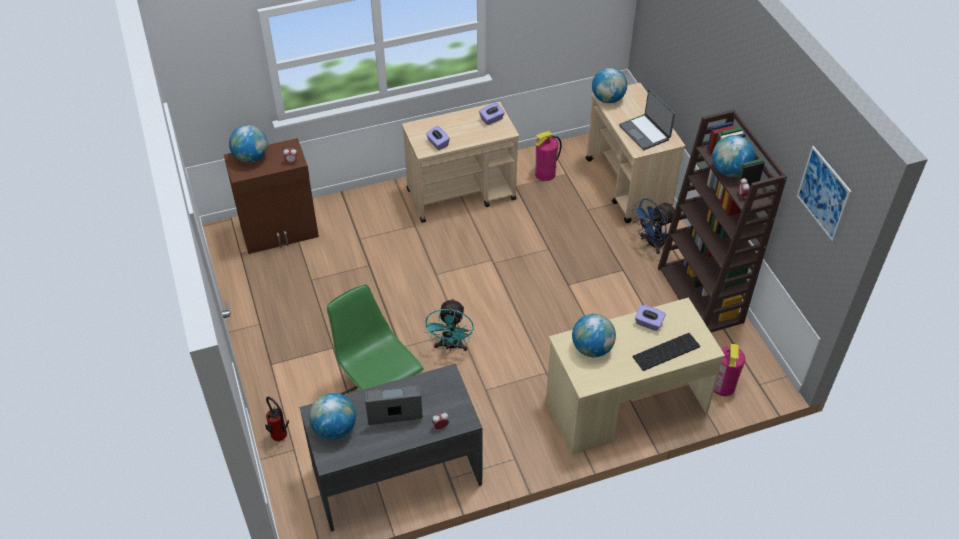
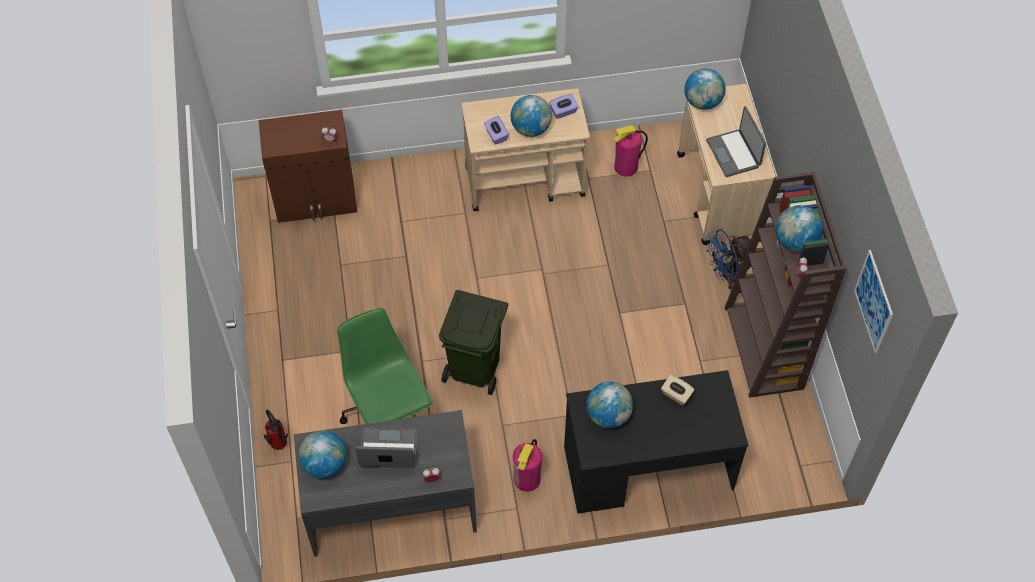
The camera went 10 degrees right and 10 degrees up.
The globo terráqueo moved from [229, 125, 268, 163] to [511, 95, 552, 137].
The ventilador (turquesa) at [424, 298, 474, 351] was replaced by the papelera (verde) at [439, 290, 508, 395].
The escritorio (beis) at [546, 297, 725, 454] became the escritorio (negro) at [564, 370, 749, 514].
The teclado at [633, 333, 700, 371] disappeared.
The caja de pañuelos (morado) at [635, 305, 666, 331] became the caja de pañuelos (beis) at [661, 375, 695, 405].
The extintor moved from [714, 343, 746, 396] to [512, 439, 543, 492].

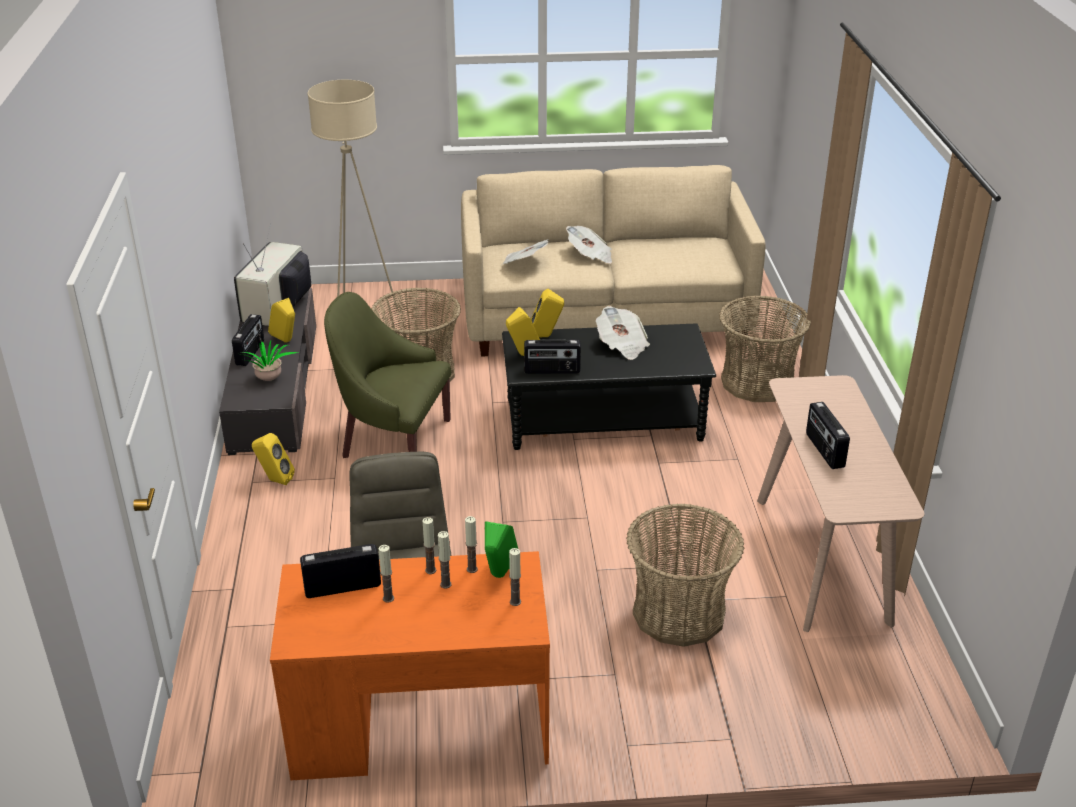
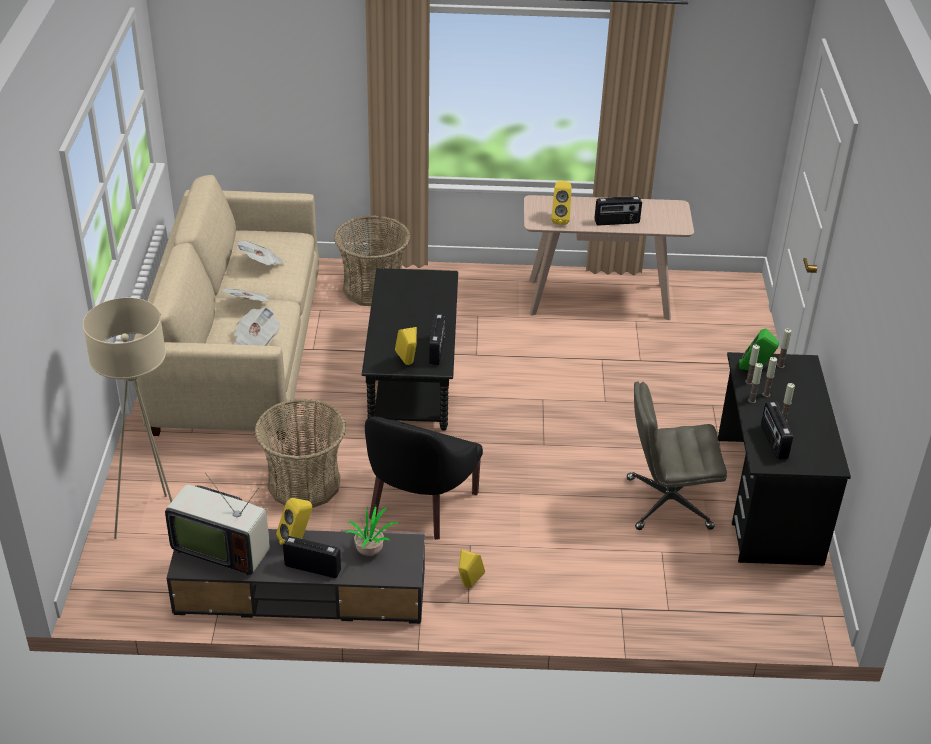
The camera went 85 degrees left and 5 degrees up.
The escritorio (naranja) at [270, 551, 550, 780] became the escritorio (negro) at [718, 352, 851, 566].
The sillón (verde) at [324, 292, 451, 458] became the sillón (negro) at [365, 417, 483, 540].
The altavoz (amarillo) moved from [531, 289, 564, 337] to [551, 181, 572, 225].
The periódico moved from [596, 306, 650, 360] to [236, 240, 286, 266].
The cesta at [626, 503, 744, 647] disappeared.

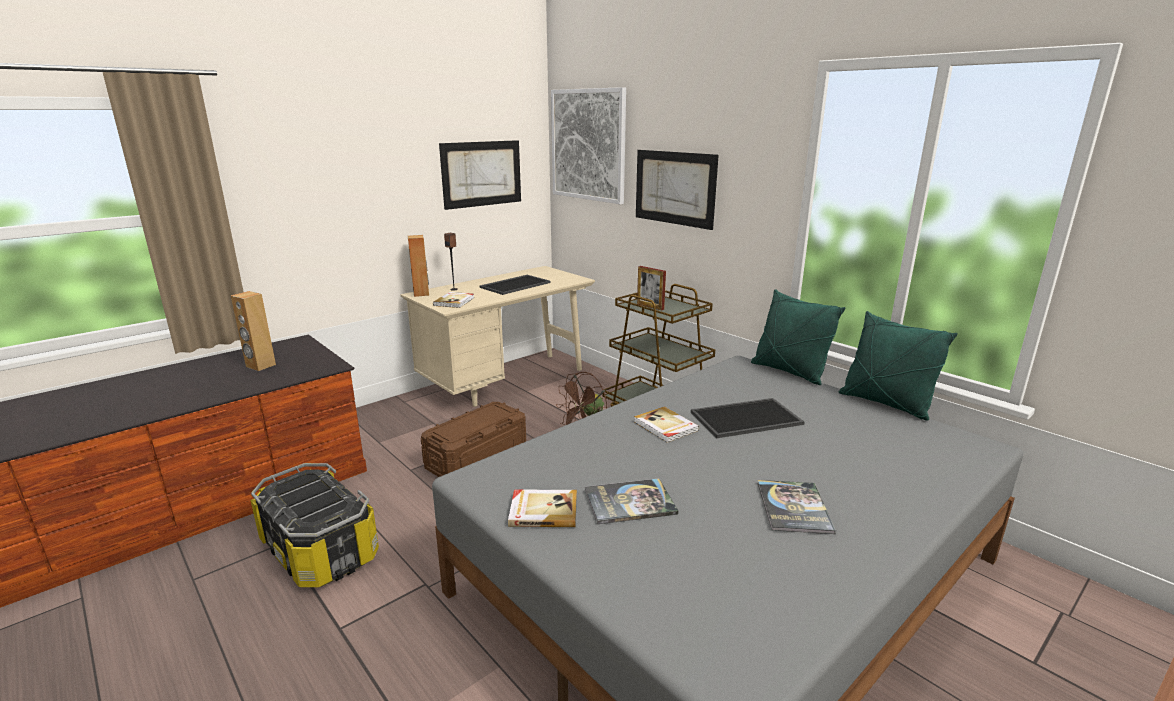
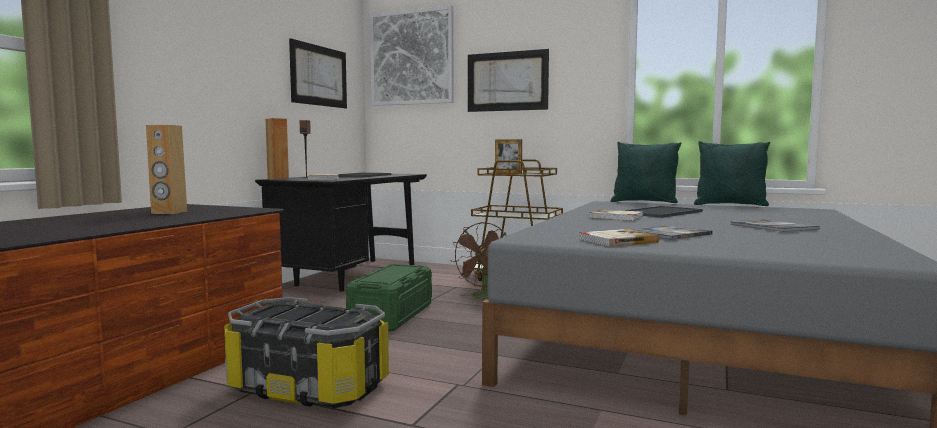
The camera went 25 degrees left and 15 degrees down.
The escritorio (beis) at [400, 266, 595, 407] became the escritorio (negro) at [255, 174, 427, 292].
The caja de almacenaje (marrón) at [421, 402, 526, 477] became the caja de almacenaje (verde) at [346, 264, 432, 331].

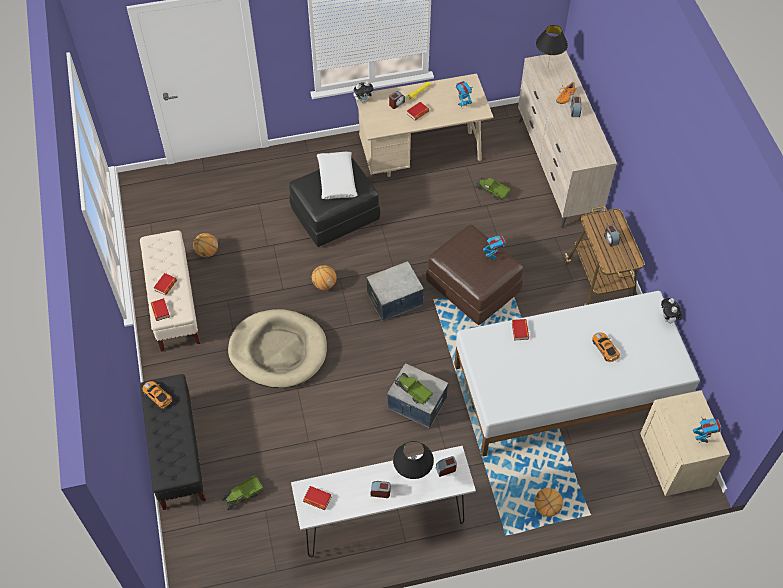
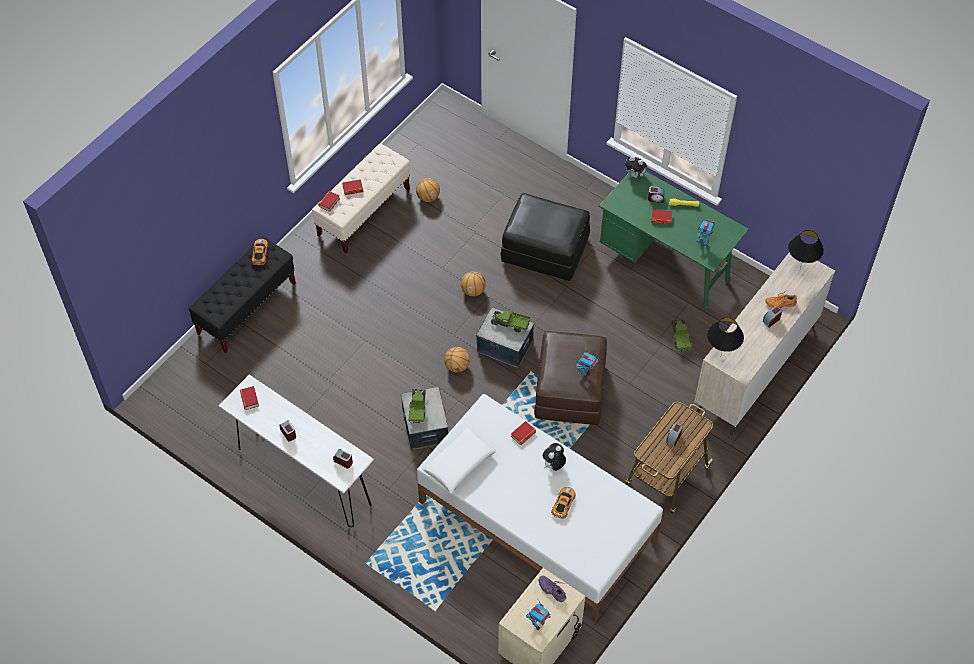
The camera went 50 degrees right and 0 degrees up.
The camión de juguete moved from [221, 475, 263, 510] to [491, 311, 530, 333].
The cama para perro (beis) at [228, 309, 327, 388] disappeared.
The cojín (blanco) moved from [317, 152, 358, 199] to [422, 427, 496, 494].
The escritorio (beis) at [355, 74, 494, 177] became the escritorio (verde) at [599, 171, 749, 309].
The lámpara de mesa (negro) moved from [393, 441, 434, 479] to [707, 317, 744, 355].
The balón de baloncesto moved from [534, 488, 563, 517] to [444, 347, 470, 372].
The peluche moved from [661, 298, 682, 326] to [543, 443, 566, 471].
The zapato (morado) at [539, 576, 566, 602] appeared.

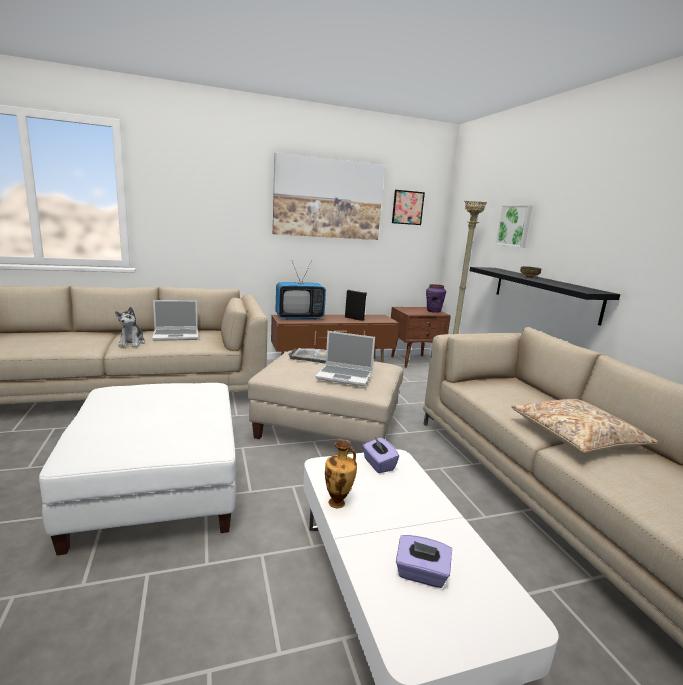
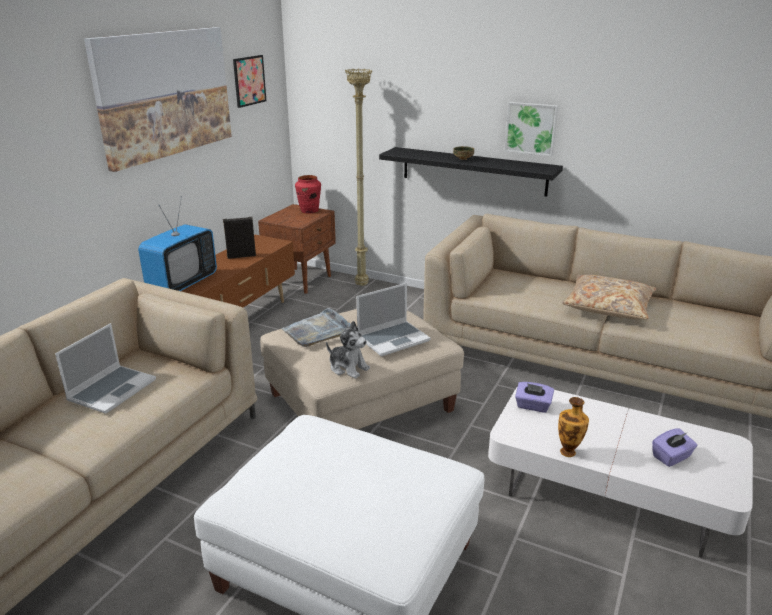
The camera went 45 degrees left and 10 degrees up.
The peluche moved from [115, 307, 145, 347] to [326, 321, 370, 379].
The florero (morado) at [426, 284, 446, 313] became the florero (rojo) at [295, 175, 321, 214].
The cuadro moved from [496, 205, 532, 248] to [505, 102, 559, 156].

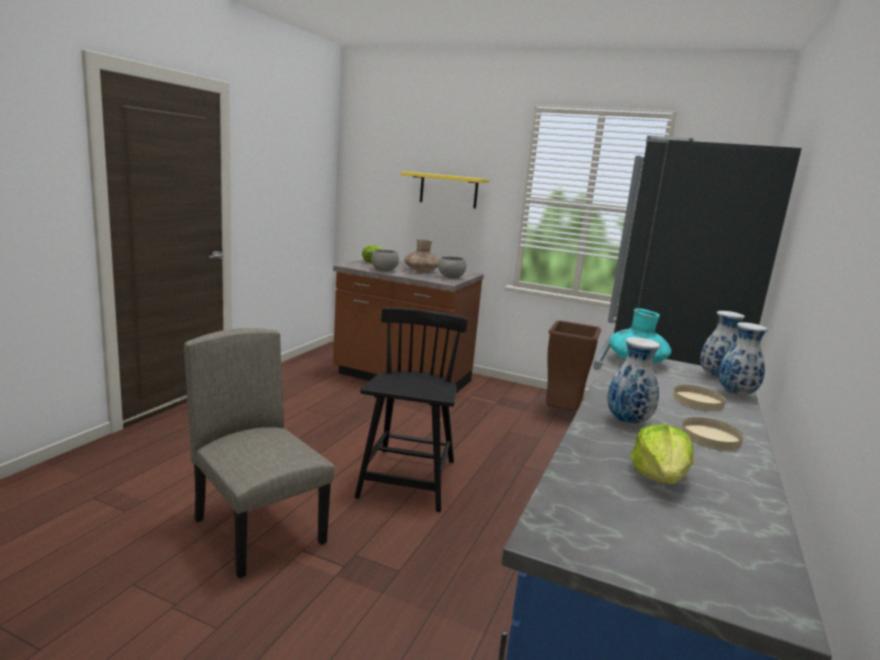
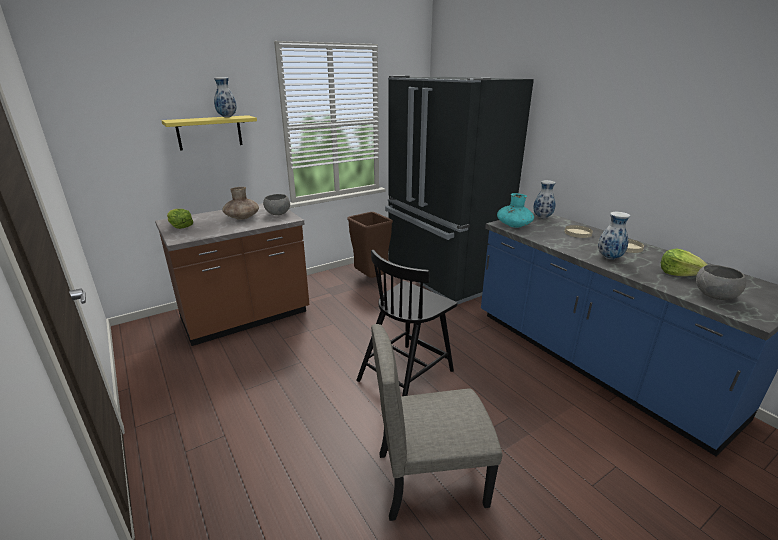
The camera went 55 degrees left and 10 degrees up.
The silla (negro) at [355, 308, 468, 512] turned 90 degrees counterclockwise.
The cuenco (gris) moved from [371, 249, 399, 271] to [696, 265, 746, 300].
The florero moved from [719, 322, 768, 396] to [214, 77, 237, 117].

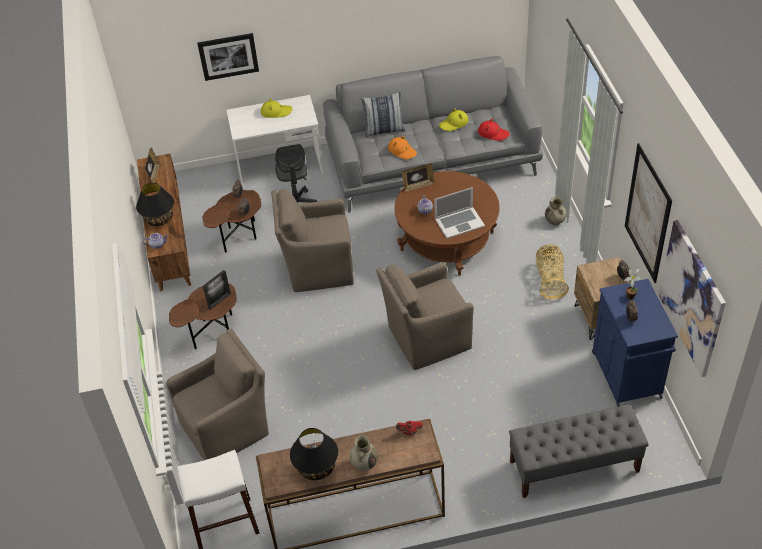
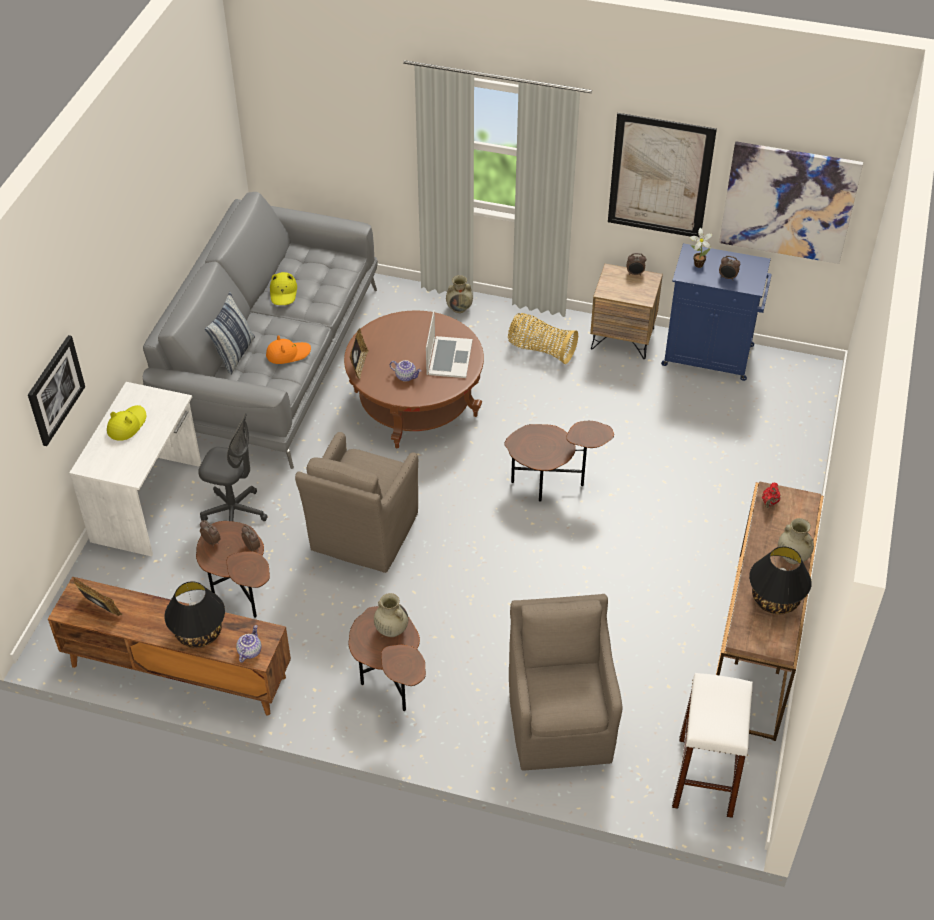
The camera went 65 degrees left and 0 degrees up.
The portarretratos at [203, 270, 231, 310] was replaced by the florero (beis) at [374, 593, 408, 637].
The sillón (marrón) at [376, 262, 474, 370] was replaced by the mesa auxiliar (marrón) at [504, 421, 614, 502].
The sombrero (rojo) at [478, 118, 510, 141] disappeared.
The banco (gris) at [509, 404, 649, 498] disappeared.

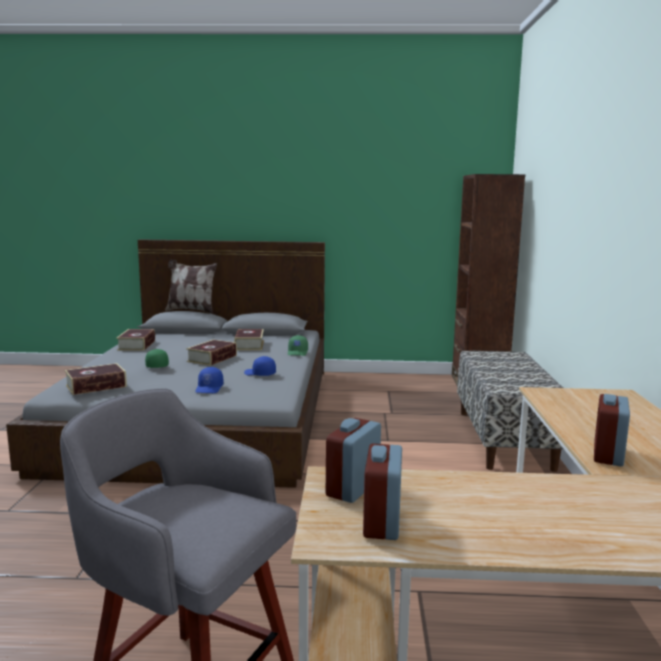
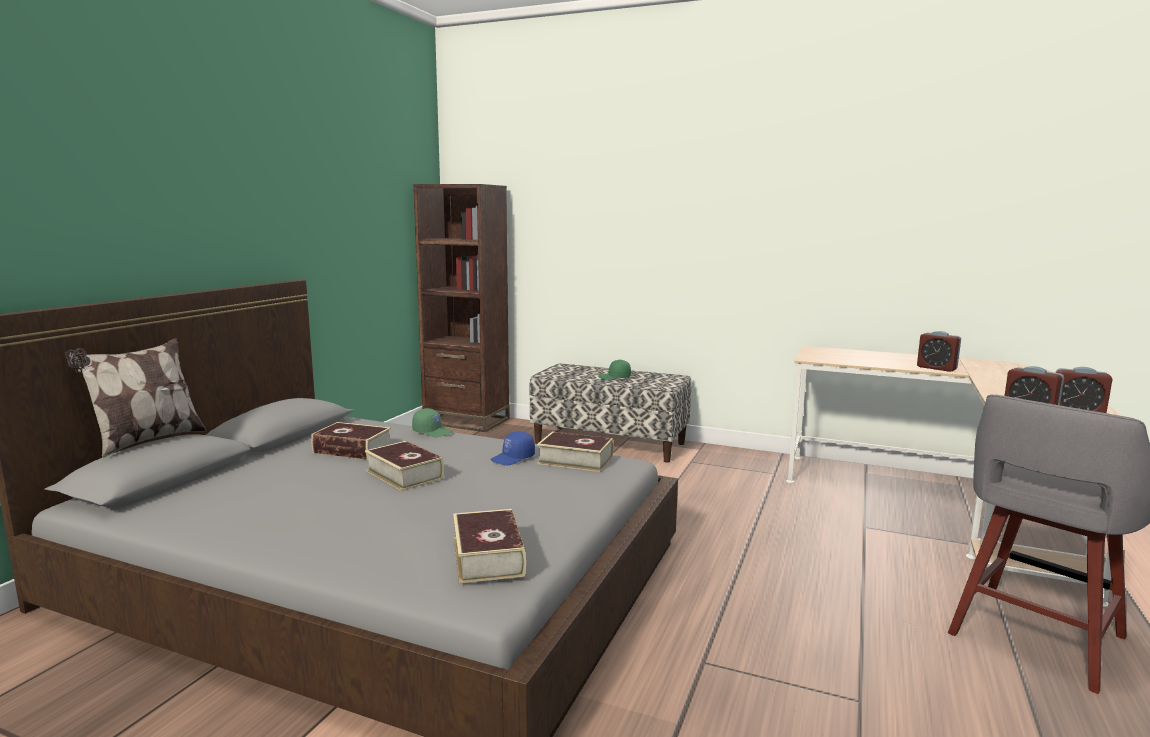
The camera went 70 degrees left and 0 degrees up.
The libro moved from [116, 329, 155, 351] to [537, 431, 613, 472].
The gorra (verde) moved from [145, 349, 169, 368] to [598, 360, 631, 380].
The gorra (azul) at [196, 367, 223, 393] disappeared.

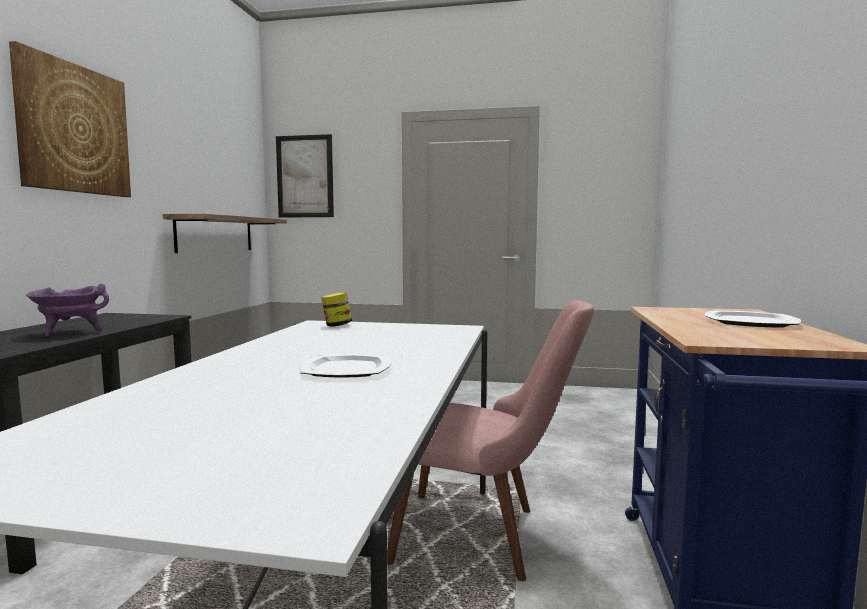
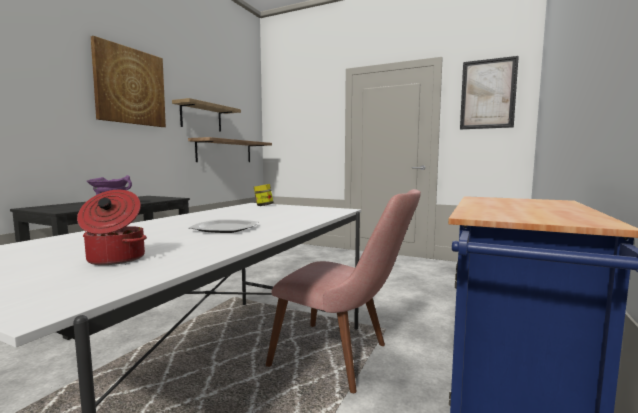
The camera went 15 degrees right and 0 degrees up.
The cuadro moved from [276, 134, 334, 218] to [460, 56, 519, 129].
The plato at [705, 310, 801, 328] disappeared.
The olla at [77, 190, 147, 265] appeared.
The estante at [172, 98, 241, 131] appeared.

